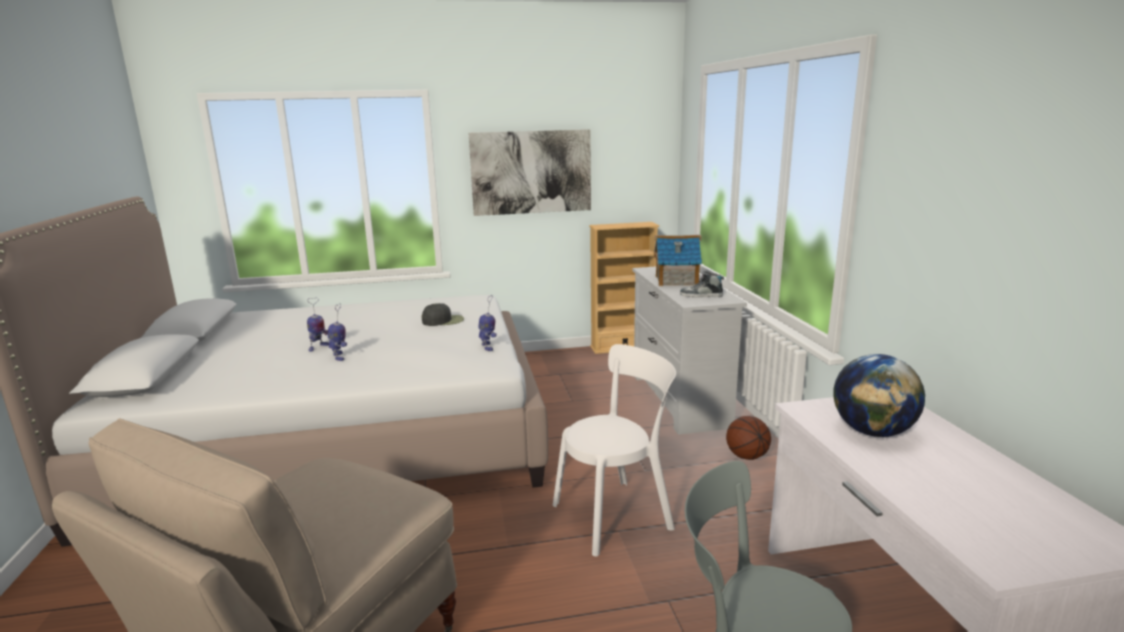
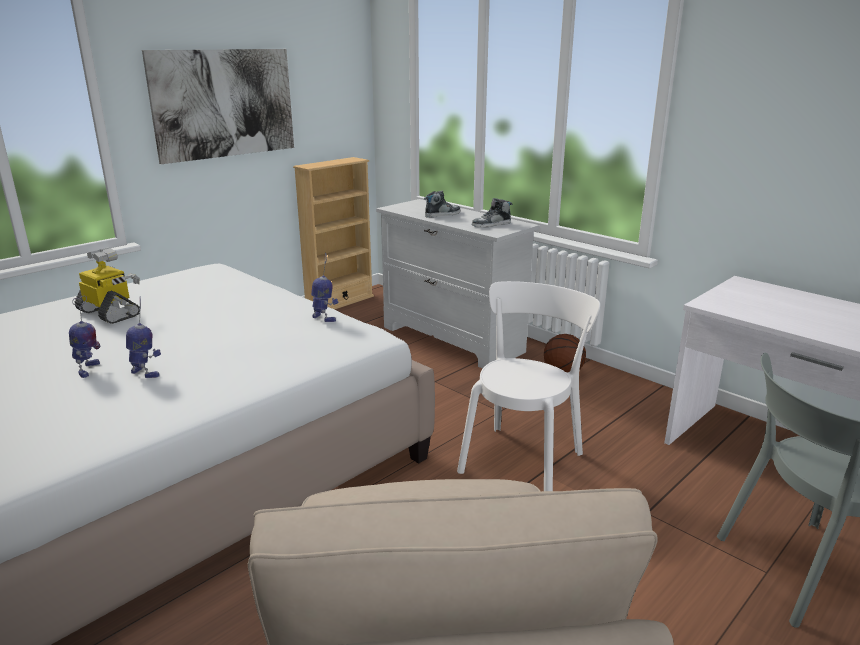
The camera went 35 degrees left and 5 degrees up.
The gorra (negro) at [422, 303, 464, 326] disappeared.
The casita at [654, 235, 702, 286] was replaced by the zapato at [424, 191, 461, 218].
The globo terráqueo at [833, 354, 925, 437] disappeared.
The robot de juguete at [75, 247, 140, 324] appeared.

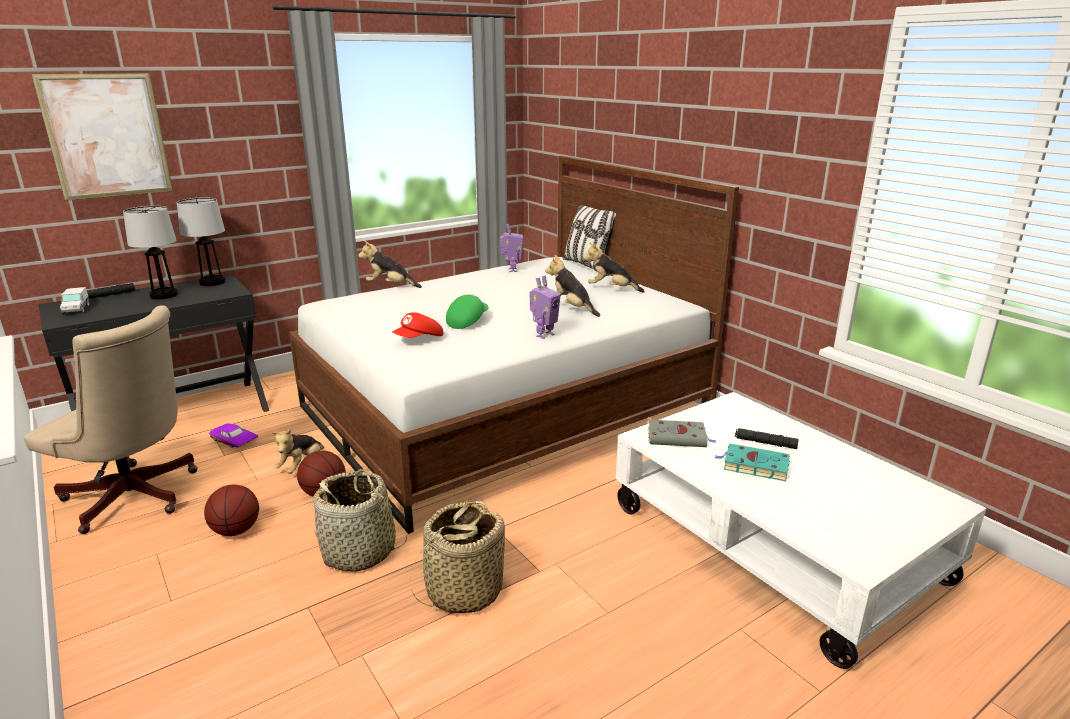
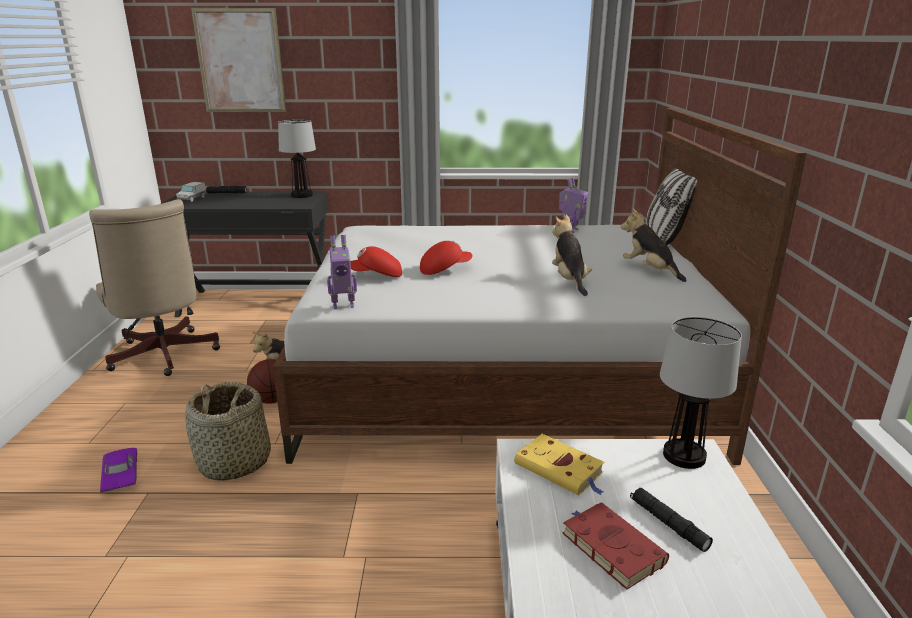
The camera went 35 degrees right and 0 degrees up.
The lámpara de mesa moved from [123, 206, 178, 299] to [660, 317, 742, 469].
The balón de baloncesto at [204, 485, 259, 536] disappeared.
The coche de juguete (morado) moved from [209, 423, 258, 448] to [100, 448, 137, 493].
The peluche at [358, 240, 422, 288] disappeared.
The cesta at [411, 501, 505, 613] disappeared.
The gorra (verde) at [446, 294, 488, 329] became the gorra (rojo) at [420, 241, 472, 275].
The robot de juguete moved from [529, 276, 561, 339] to [327, 235, 357, 309].
The libro (gris) at [648, 420, 717, 447] became the libro (amarillo) at [514, 434, 604, 495].
The libro (turquesa) at [715, 443, 790, 481] became the libro (rojo) at [562, 502, 669, 590].

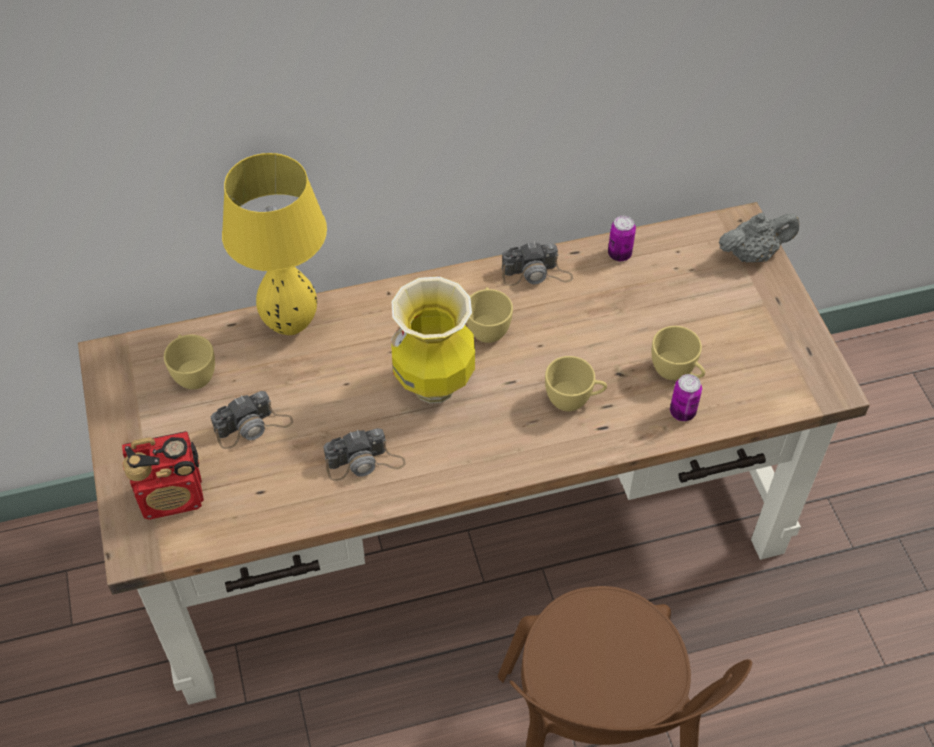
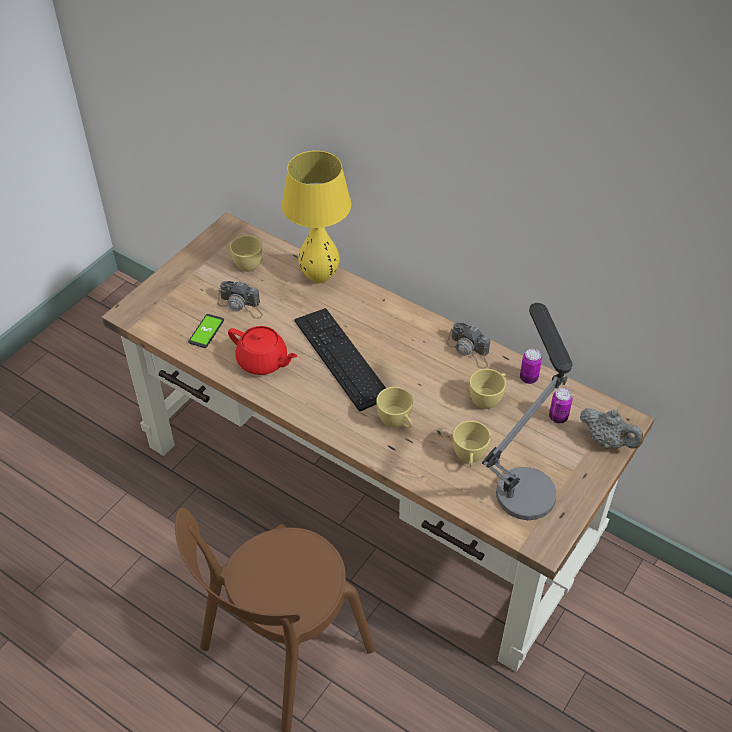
The camera went 50 degrees right and 5 degrees down.
The radio at [122, 431, 204, 520] disappeared.
The cámara at [323, 428, 406, 481] was replaced by the tetera (rojo) at [228, 326, 297, 375].
The florero at [391, 277, 475, 404] was replaced by the teclado at [294, 308, 386, 412].
The taza (amarillo) moved from [467, 287, 513, 343] to [469, 369, 506, 409].
The lata moved from [670, 374, 702, 421] to [549, 388, 573, 423].
The móvil at [188, 314, 224, 348] appeared.
The lámpara de mesa at [482, 303, 573, 520] appeared.

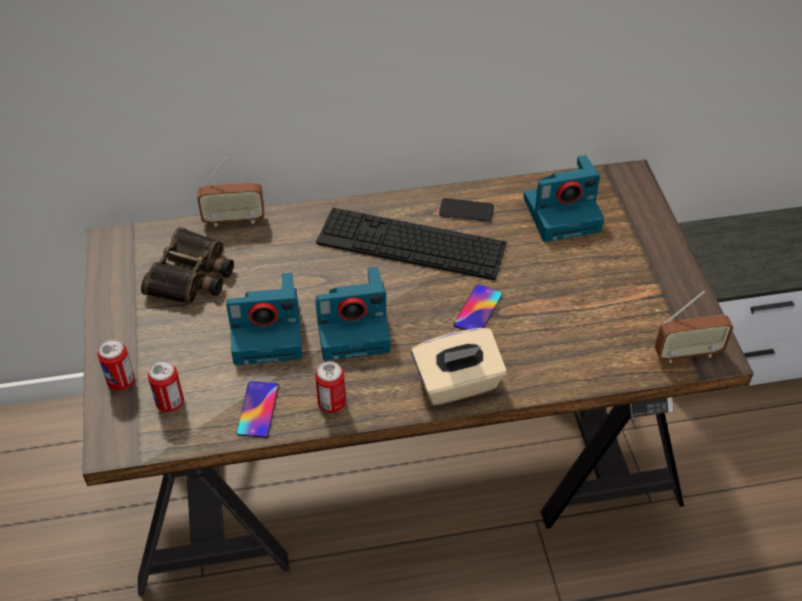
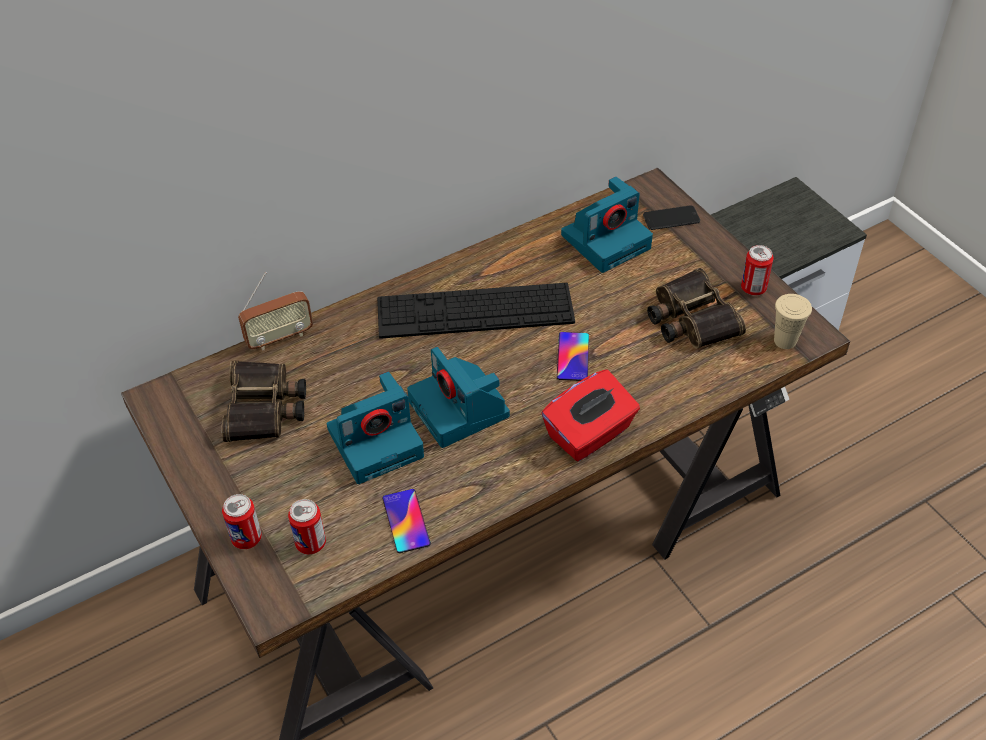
The camera went 20 degrees left and 0 degrees up.
The cámara at [315, 267, 391, 361] turned 90 degrees clockwise.
The lata moved from [315, 361, 346, 413] to [741, 245, 774, 295].
The caja de pañuelos (beis) at [411, 328, 507, 405] became the caja de pañuelos (rojo) at [541, 369, 640, 461].
The móvil moved from [439, 198, 494, 222] to [643, 205, 700, 230].
The radio at [655, 291, 733, 363] was replaced by the taza (beis) at [774, 294, 812, 349].
The prismáticos at [647, 268, 746, 349] appeared.

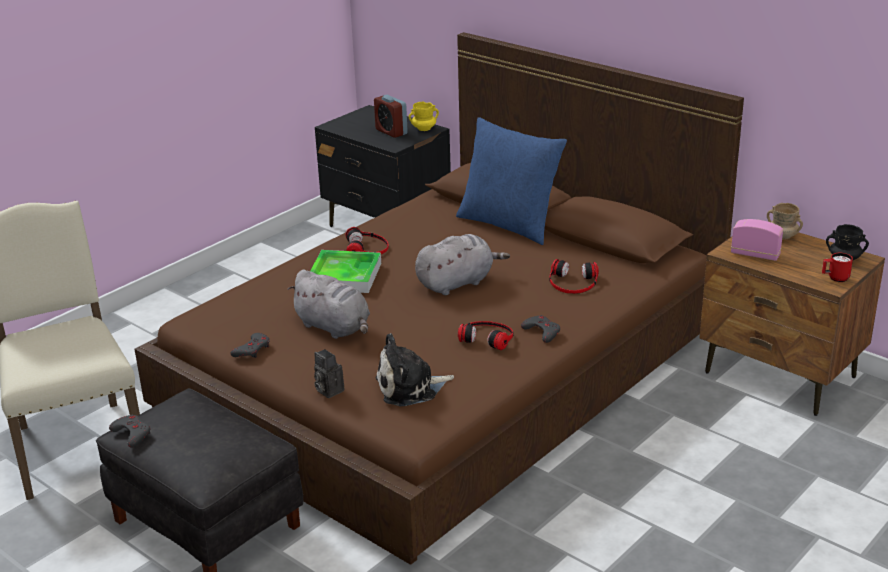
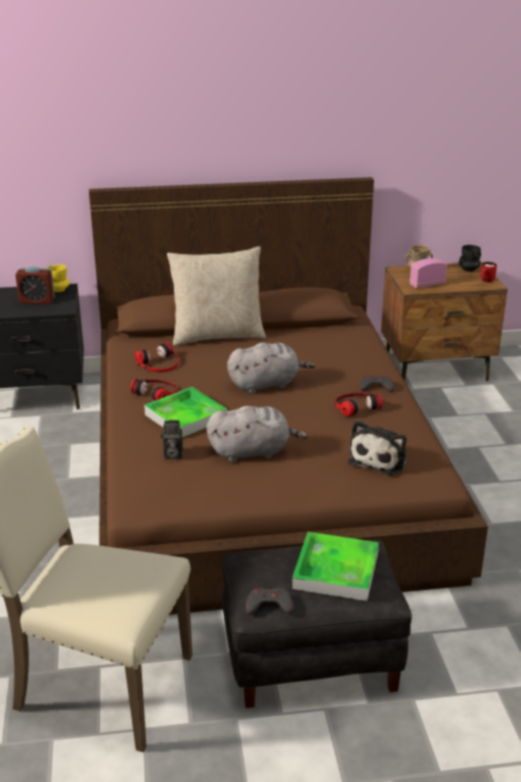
The camera went 50 degrees left and 0 degrees up.
The mando de consola (gris) at [230, 333, 270, 358] disappeared.
The cámara moved from [314, 349, 344, 398] to [161, 420, 183, 459].
The peluche (gris) at [415, 234, 510, 295] turned 60 degrees clockwise.
The cojín (azul) at [456, 117, 567, 245] became the cojín (beis) at [167, 246, 266, 345].
The auriculares moved from [549, 259, 599, 294] to [135, 342, 179, 372].
The bandeja at [292, 532, 379, 601] appeared.

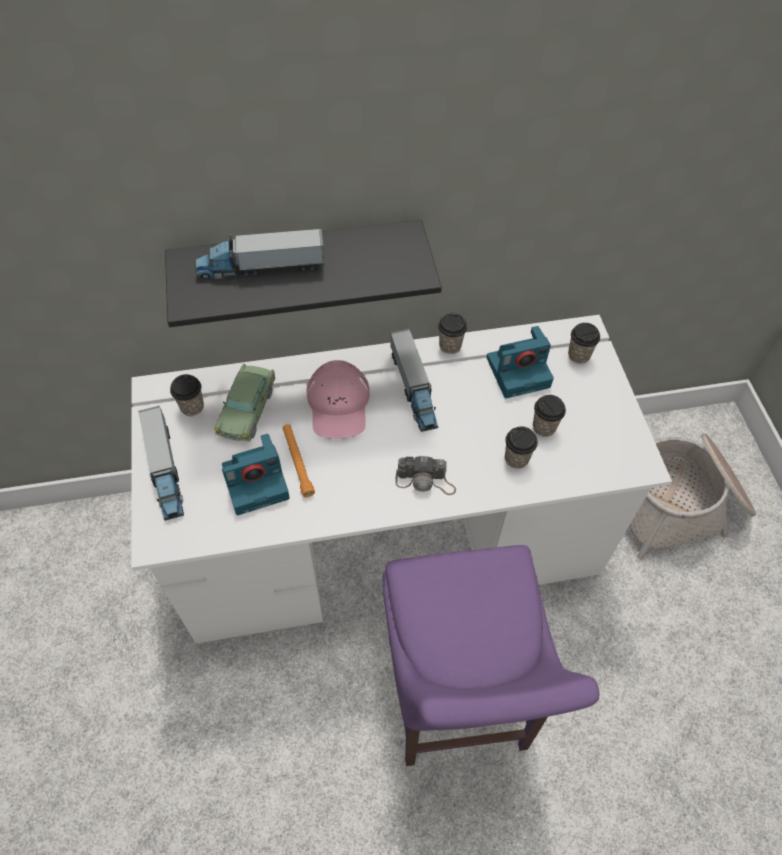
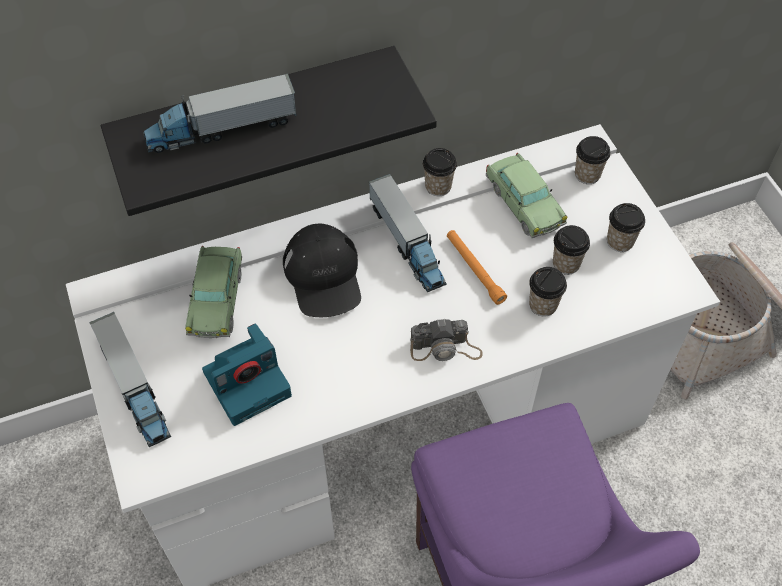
The camera went 10 degrees left and 0 degrees up.
The taza moved from [170, 374, 204, 416] to [607, 203, 645, 252].
The linterna (naranja) moved from [283, 424, 315, 497] to [447, 230, 507, 305].
The gorra (rosa) at [306, 360, 370, 439] became the gorra (negro) at [283, 224, 361, 317].
The cámara at [486, 326, 554, 398] was replaced by the coche de juguete at [486, 153, 568, 238].

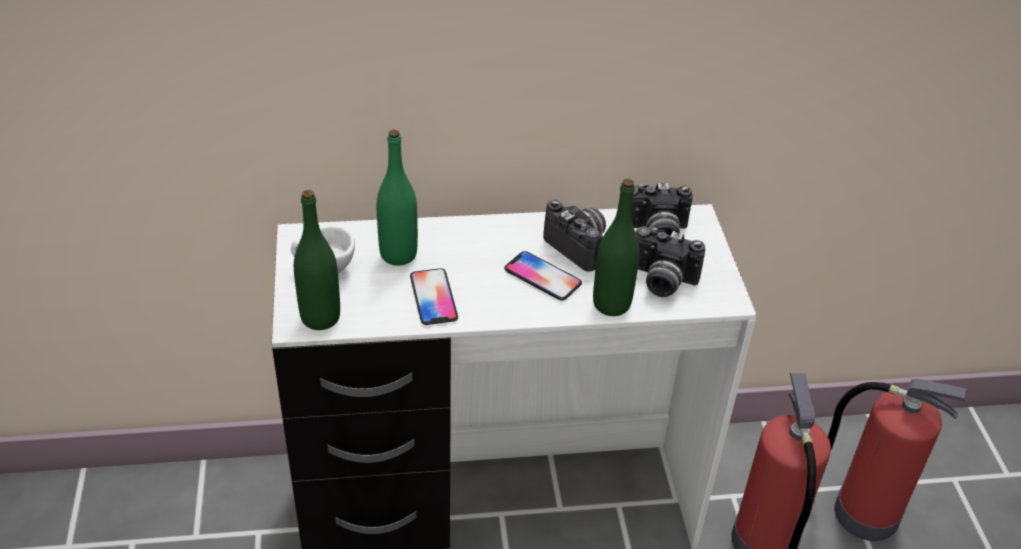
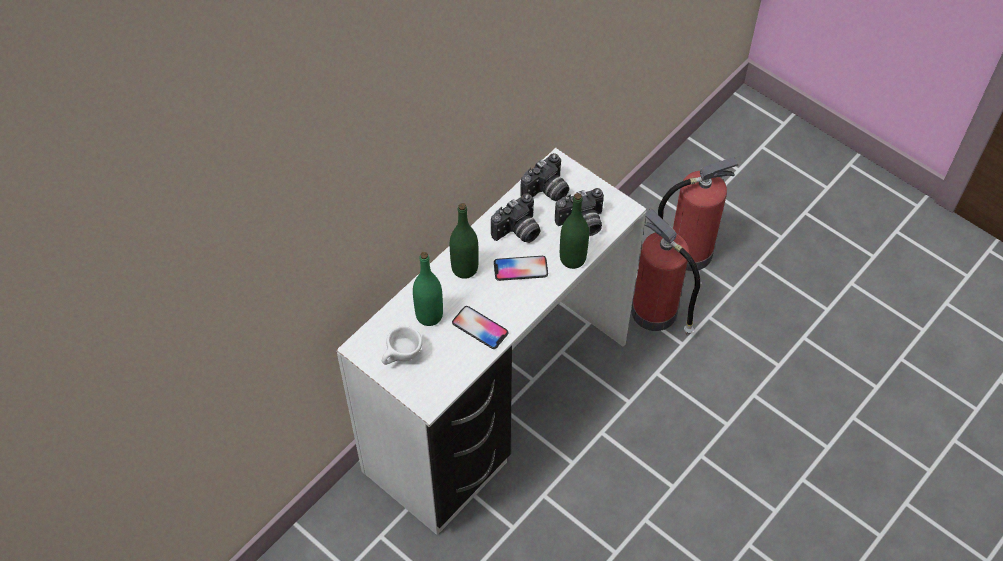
The camera went 40 degrees left and 15 degrees up.
The botella (verde) moved from [294, 190, 340, 330] to [450, 203, 479, 279].
The cámara at [543, 200, 606, 272] turned 135 degrees clockwise.

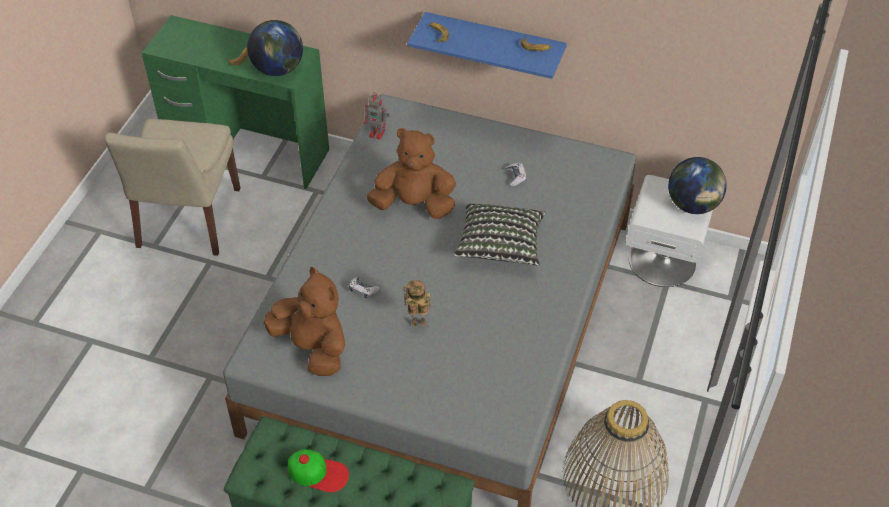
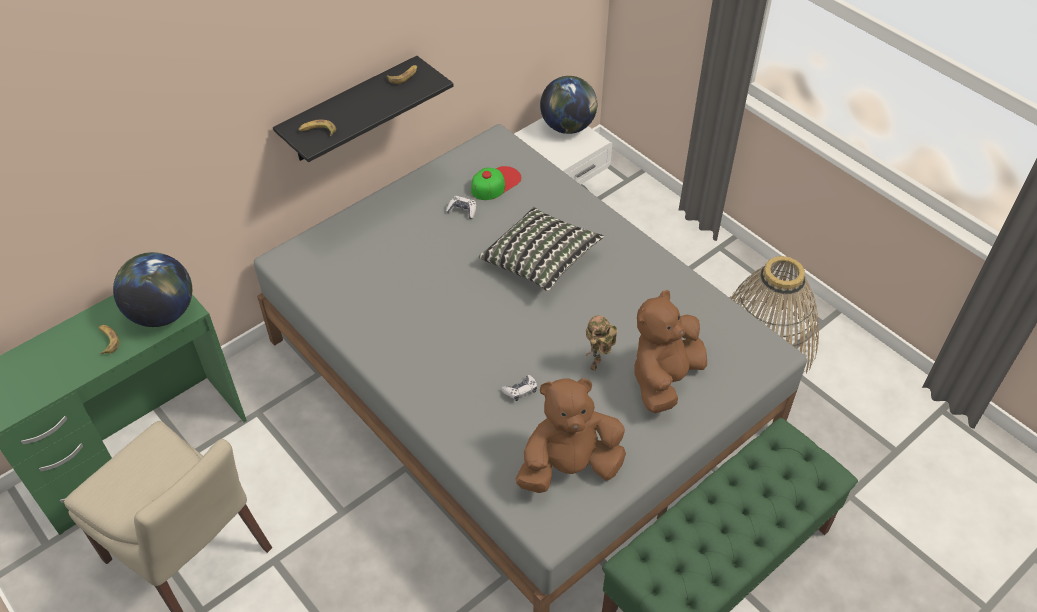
The camera went 60 degrees left and 0 degrees up.
The gorra moved from [288, 449, 349, 493] to [471, 166, 521, 200].
The robot de juguete at [364, 92, 389, 140] disappeared.
The peluche (marrón) moved from [366, 128, 456, 219] to [634, 290, 707, 413].
The estante (azul) at [407, 12, 567, 79] became the estante (negro) at [273, 56, 453, 162].

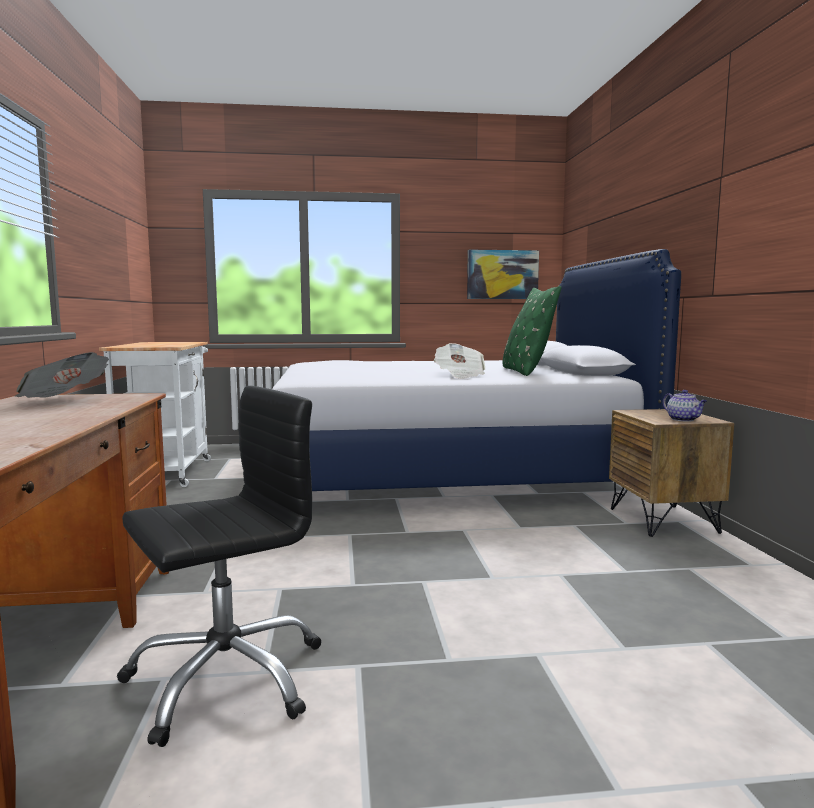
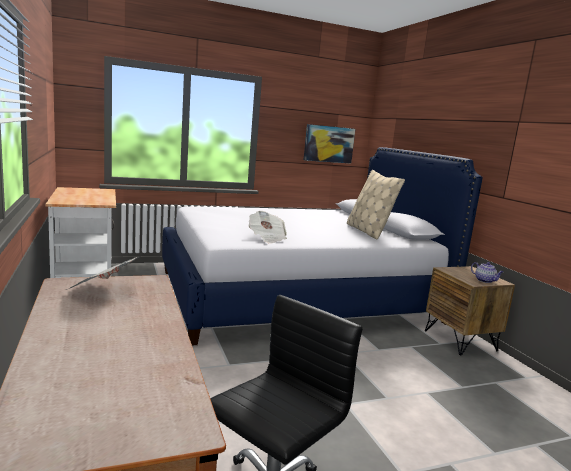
The camera went 15 degrees left and 5 degrees up.
The periódico moved from [434, 343, 485, 379] to [249, 211, 287, 243].
The cojín (verde) at [502, 286, 562, 376] became the cojín (beis) at [347, 170, 405, 239].

